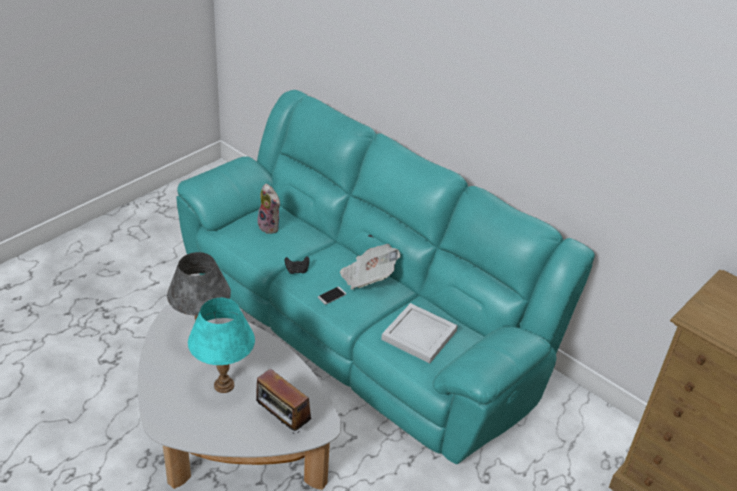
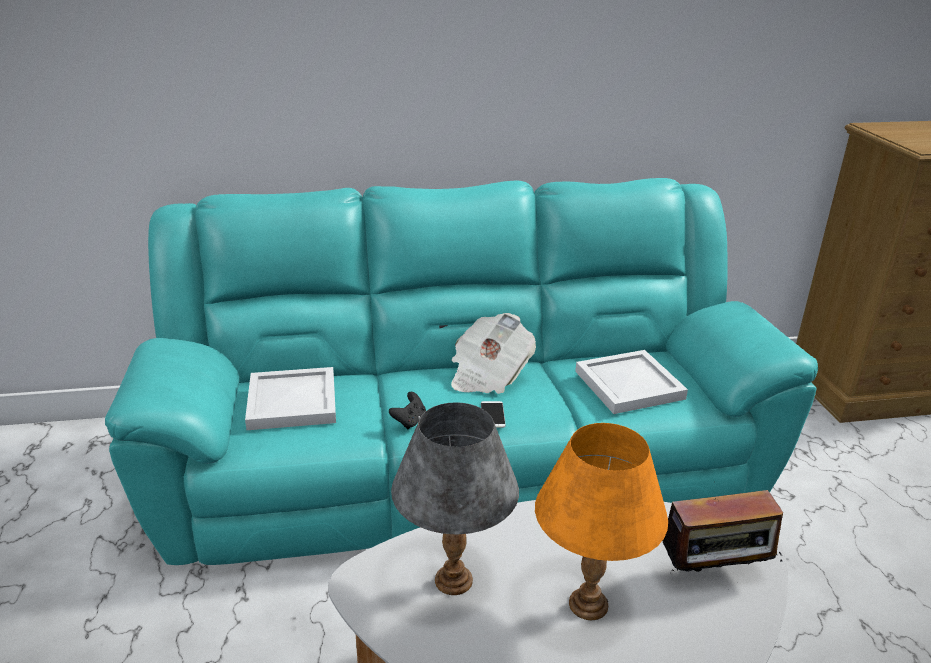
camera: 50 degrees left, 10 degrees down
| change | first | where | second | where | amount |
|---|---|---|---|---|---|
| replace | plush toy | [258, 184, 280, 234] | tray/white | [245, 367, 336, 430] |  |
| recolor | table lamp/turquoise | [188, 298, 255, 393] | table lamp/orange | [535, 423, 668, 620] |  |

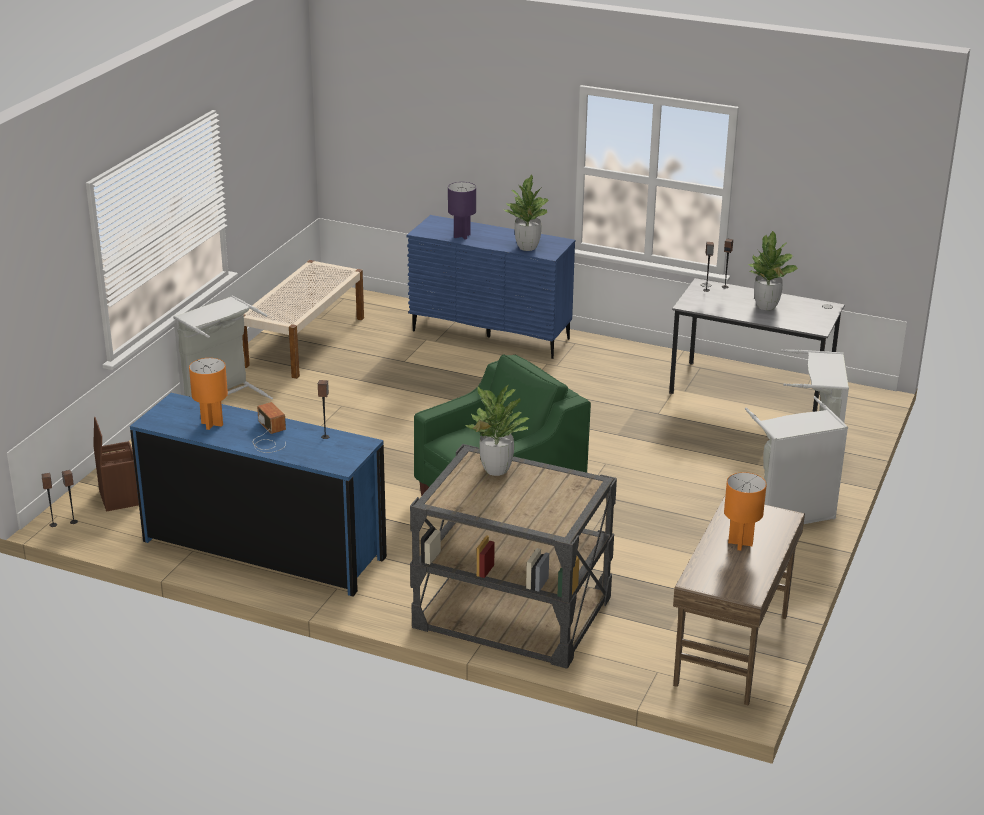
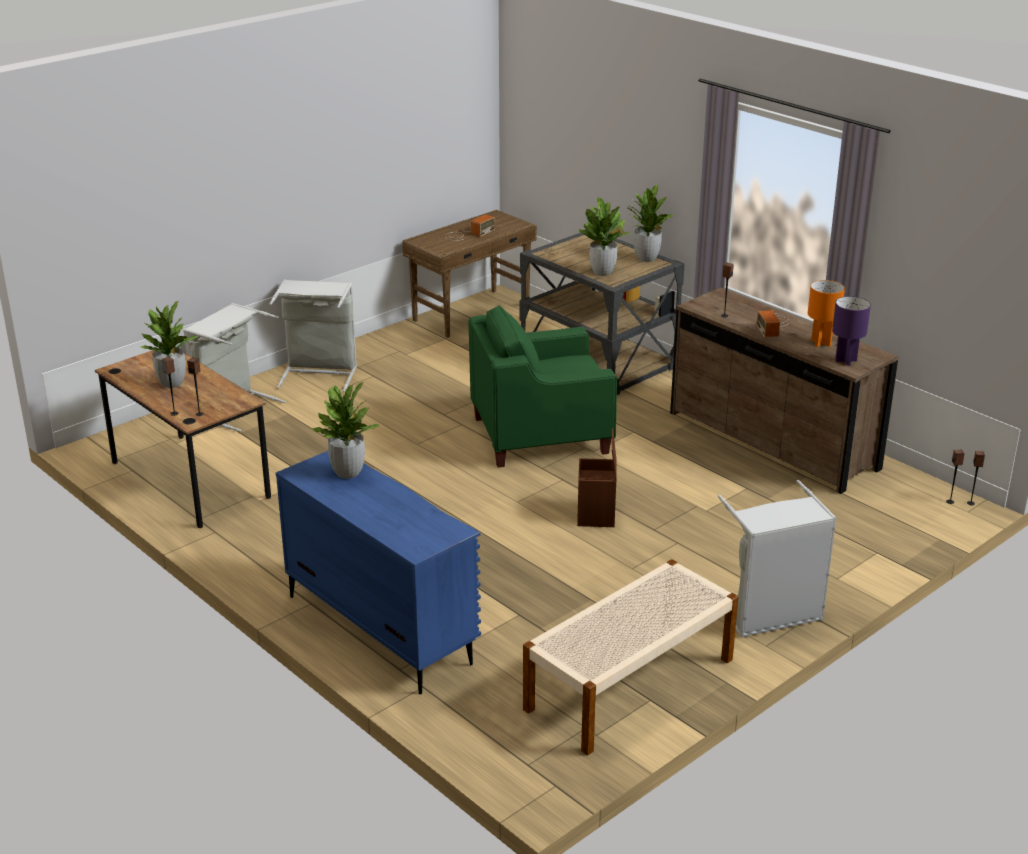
camera: 155 degrees left, 0 degrees up
| change | first | where | second | where | amount |
|---|---|---|---|---|---|
| move | table lamp/purple | [448, 182, 476, 240] |  | [832, 296, 871, 366] |  |
| recolor | desk/grey | [669, 278, 845, 412] | desk/brown | [95, 348, 271, 528] |  |
| recolor | dresser/blue | [130, 393, 387, 596] | dresser/brown | [670, 287, 899, 494] |  |
| move | storage box/brown | [93, 417, 139, 512] |  | [577, 428, 617, 527] |  |
| replace | table lamp/orange | [724, 472, 767, 551] | radio | [445, 214, 495, 241] |  |
| insert |  |  | potted plant | [627, 184, 673, 262] |  |

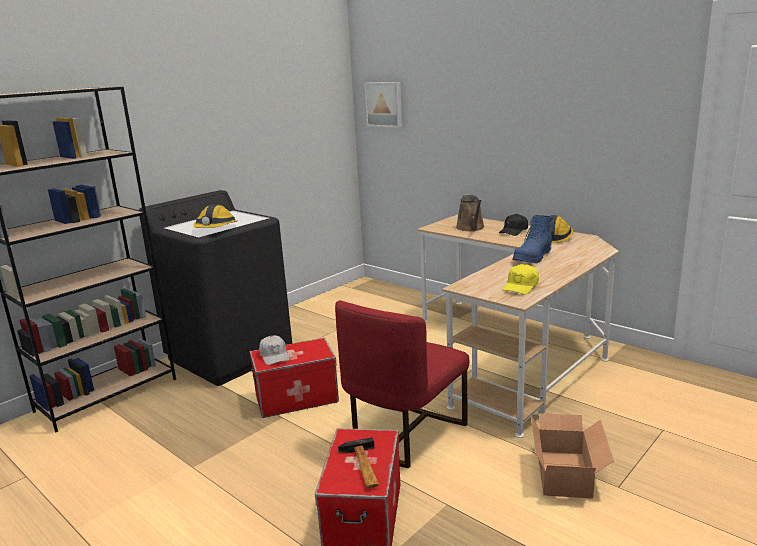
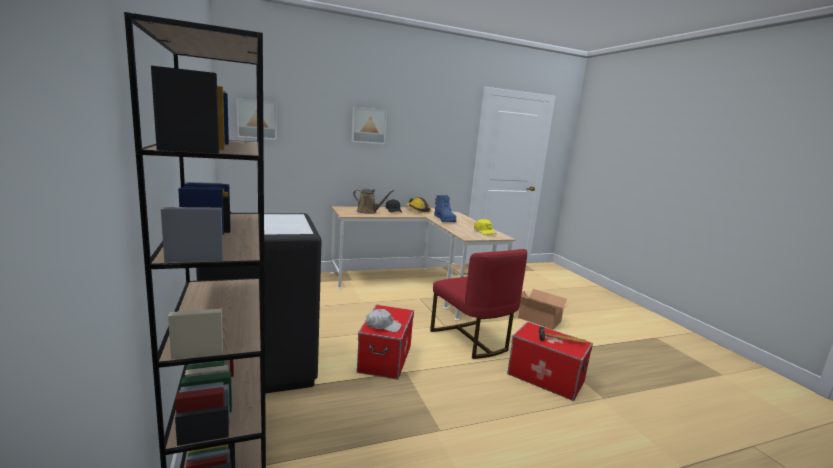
camera: 65 degrees left, 5 degrees down
| change | first | where | second | where | amount |
|---|---|---|---|---|---|
| delete | hard hat | [194, 204, 237, 228] |  |  |  |
| insert |  |  | picture | [351, 107, 387, 144] |  |

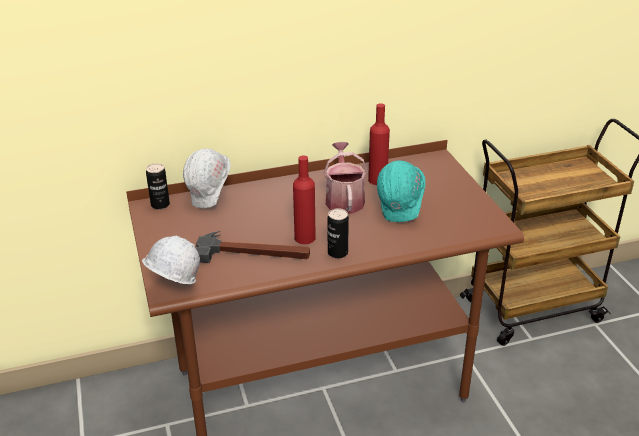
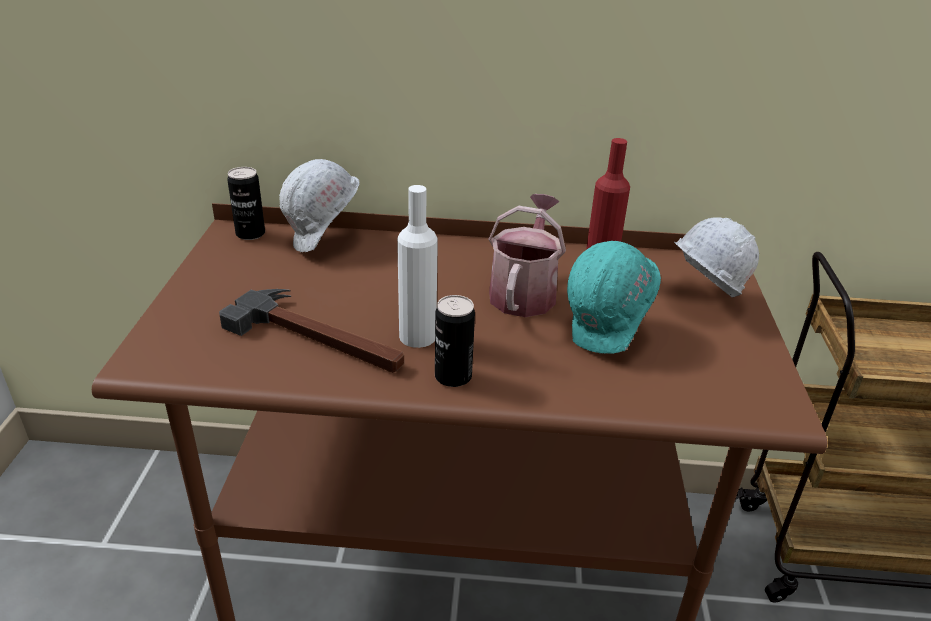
camera: 20 degrees right, 0 degrees up
| change | first | where | second | where | amount |
|---|---|---|---|---|---|
| recolor | bottle/red | [293, 156, 316, 244] | bottle/white | [397, 185, 438, 348] |  |
| move | hard hat/white | [142, 236, 200, 284] |  | [674, 217, 759, 297] |  |

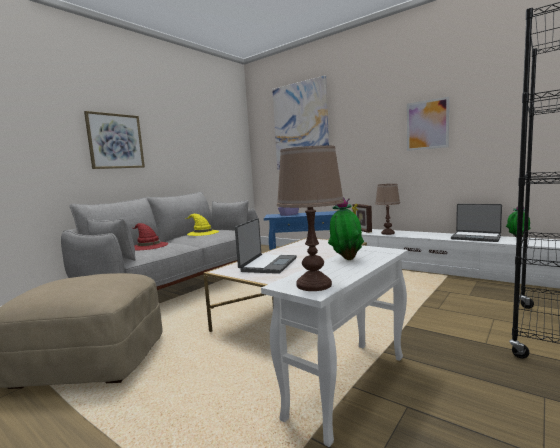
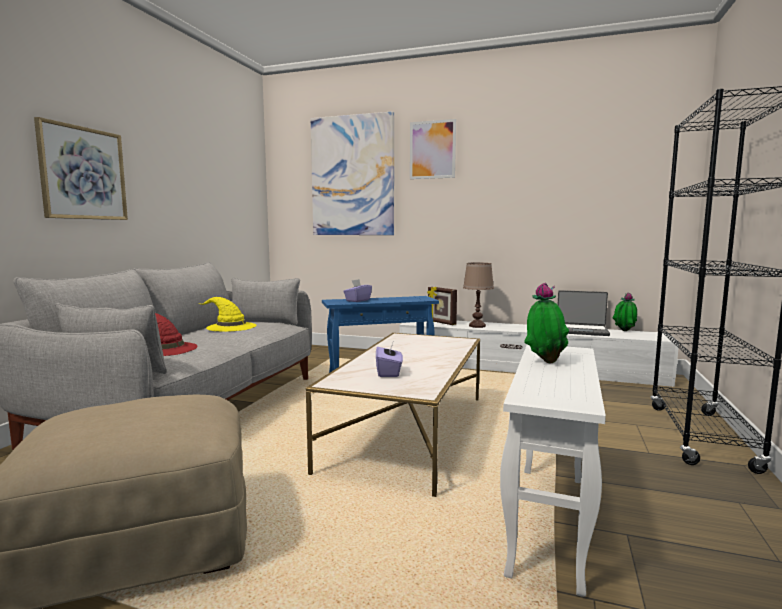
camera: 20 degrees left, 0 degrees up
| change | first | where | second | where | amount |
|---|---|---|---|---|---|
| move | picture | [407, 97, 449, 151] |  | [410, 119, 456, 179] |  |
| delete | table lamp/brown | [277, 145, 344, 291] |  |  |  |
| replace | laptop | [235, 218, 297, 274] | tissue box/purple | [376, 343, 403, 377] |  |

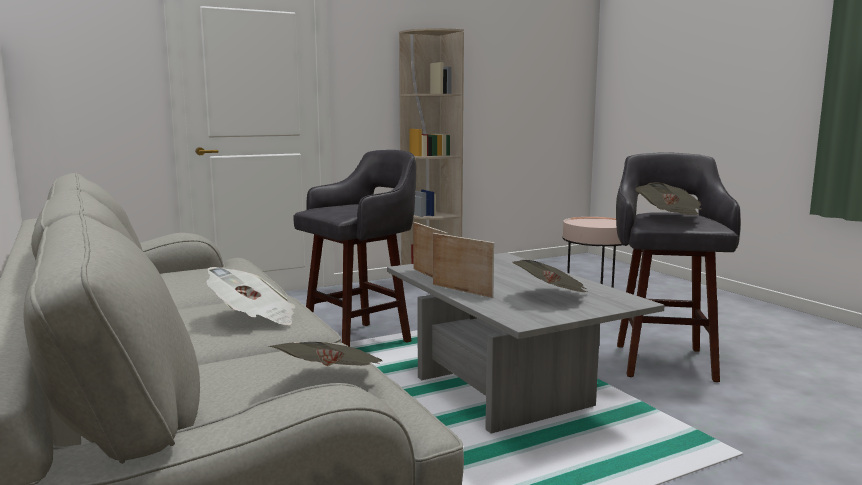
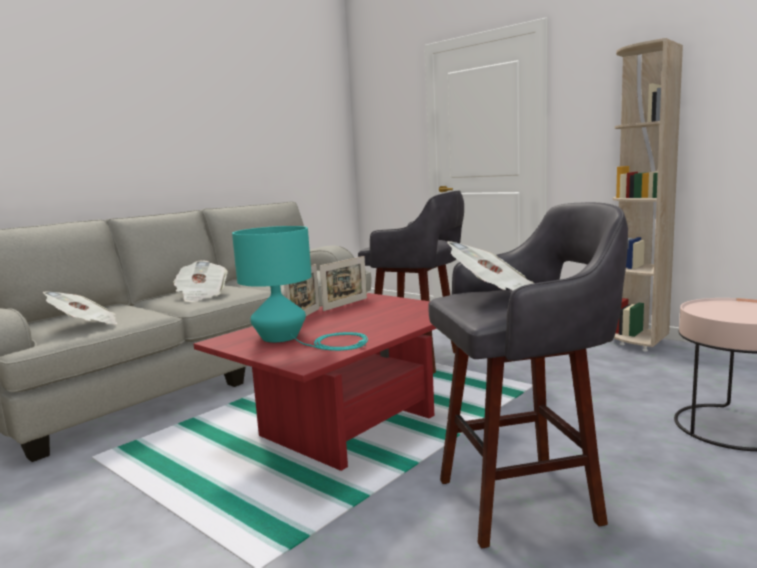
camera: 70 degrees right, 0 degrees up
| change | first | where | second | where | amount |
|---|---|---|---|---|---|
| recolor | coffee table/grey | [387, 253, 665, 434] | coffee table/red | [194, 293, 437, 471] |  |
| replace | newspaper | [512, 260, 587, 292] | table lamp/turquoise | [232, 226, 368, 351] |  |

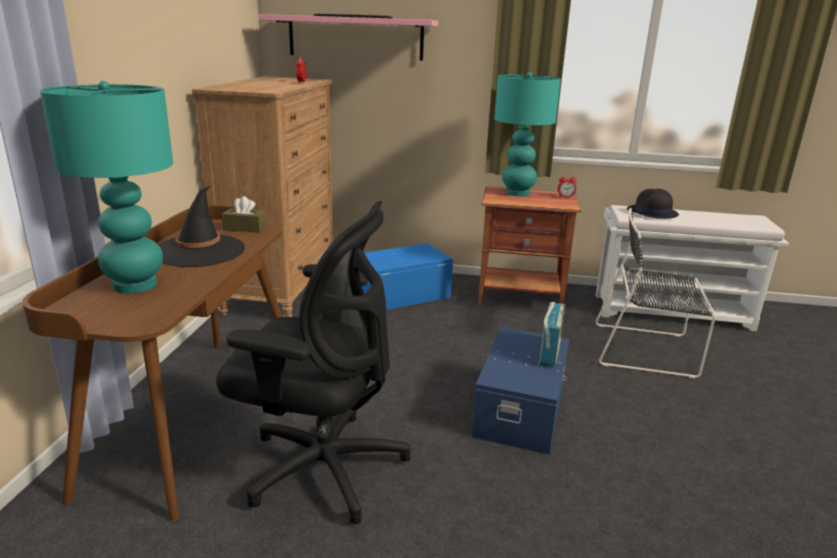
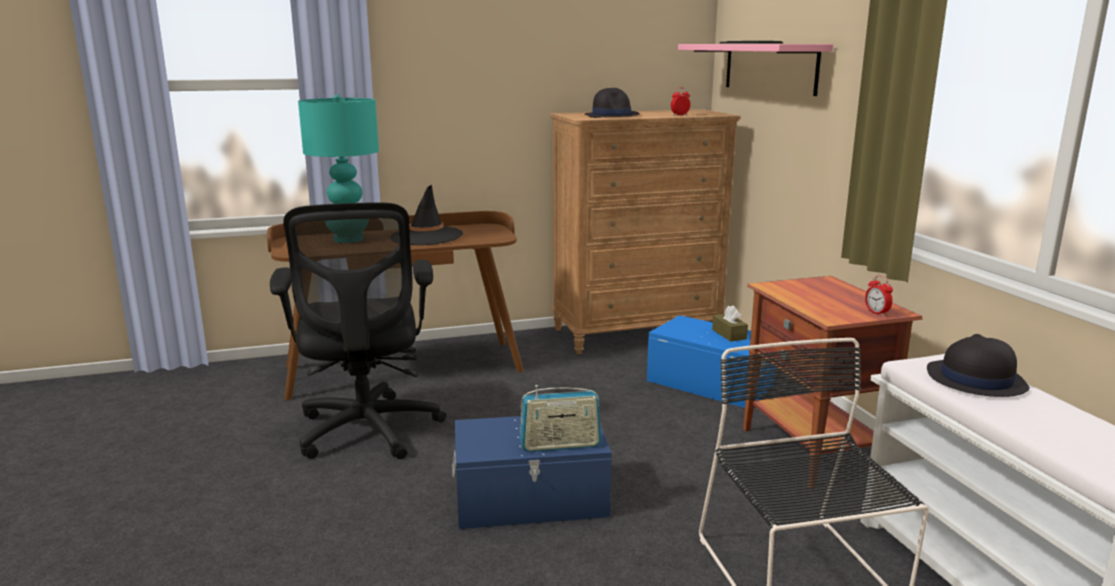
camera: 65 degrees right, 5 degrees down
| change | first | where | second | where | amount |
|---|---|---|---|---|---|
| delete | table lamp/turquoise | [494, 72, 561, 196] |  |  |  |
| move | tissue box/brown | [222, 196, 267, 233] |  | [712, 305, 748, 342] |  |
| insert |  |  | hat/black | [585, 88, 640, 118] |  |

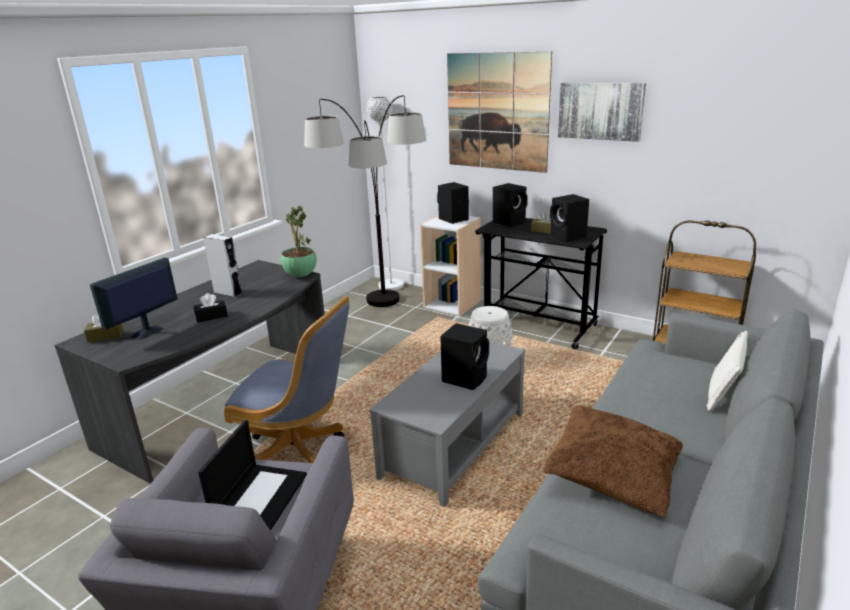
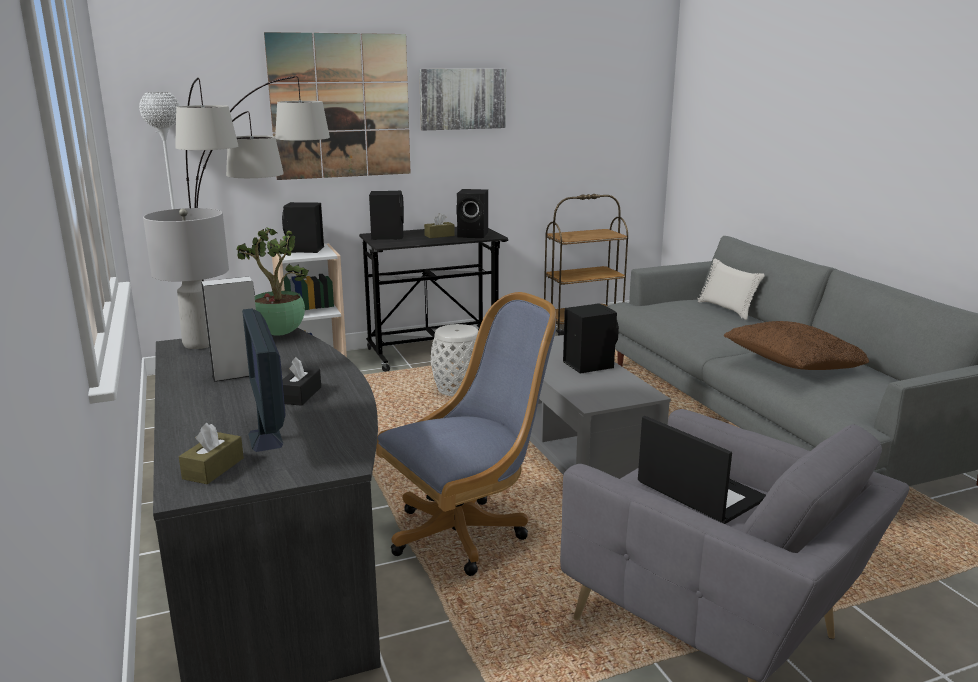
camera: 55 degrees left, 5 degrees down
| change | first | where | second | where | amount |
|---|---|---|---|---|---|
| insert |  |  | table lamp/grey | [143, 208, 229, 349] |  |

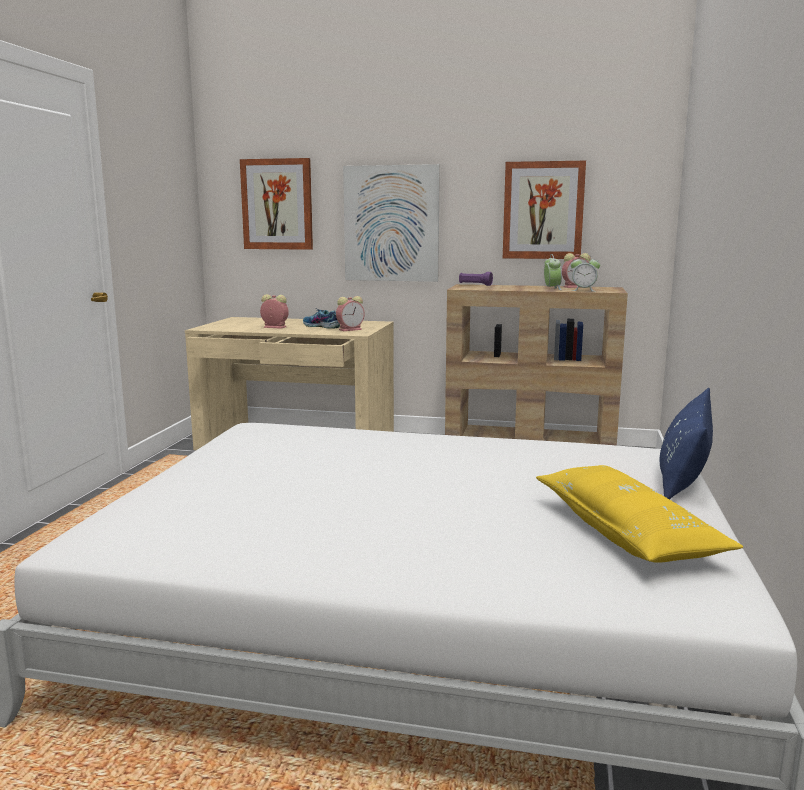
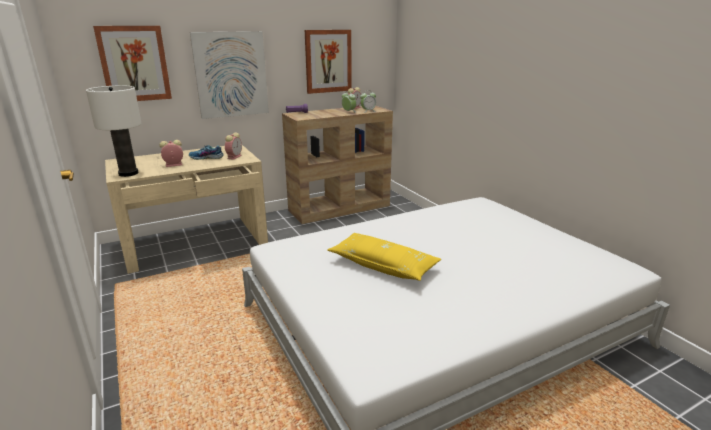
camera: 40 degrees left, 10 degrees up
| change | first | where | second | where | amount |
|---|---|---|---|---|---|
| delete | pillow/blue | [660, 388, 713, 500] |  |  |  |
| move | pillow/yellow | [536, 465, 743, 563] |  | [327, 233, 441, 281] |  |
| insert |  |  | table lamp/white | [86, 86, 142, 177] |  |

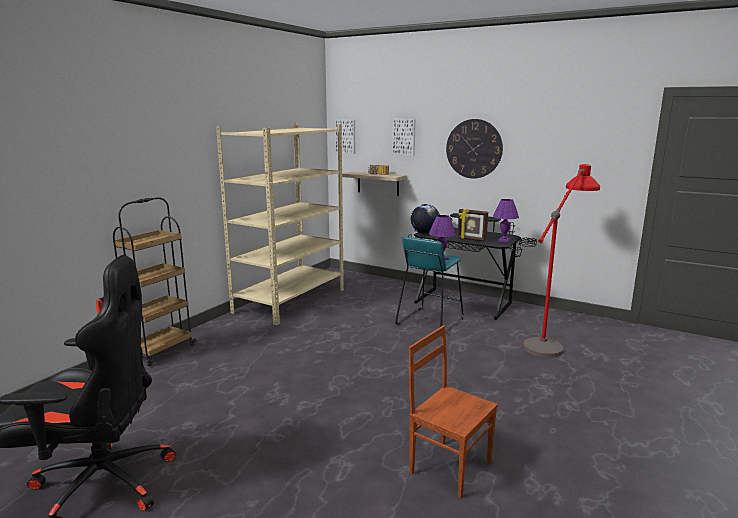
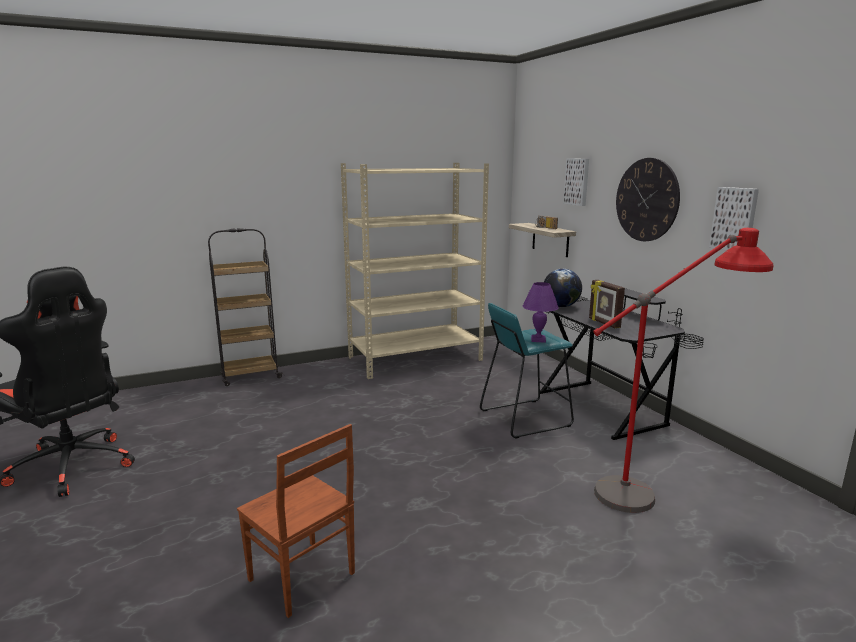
camera: 35 degrees right, 0 degrees up
| change | first | where | second | where | amount |
|---|---|---|---|---|---|
| move | picture | [335, 120, 355, 154] |  | [709, 187, 759, 251] |  |
| delete | table lamp/purple | [493, 199, 519, 243] |  |  |  |
| rotate | chair/brown | [409, 325, 498, 498] |  | [237, 424, 355, 618] | 150 degrees clockwise |

